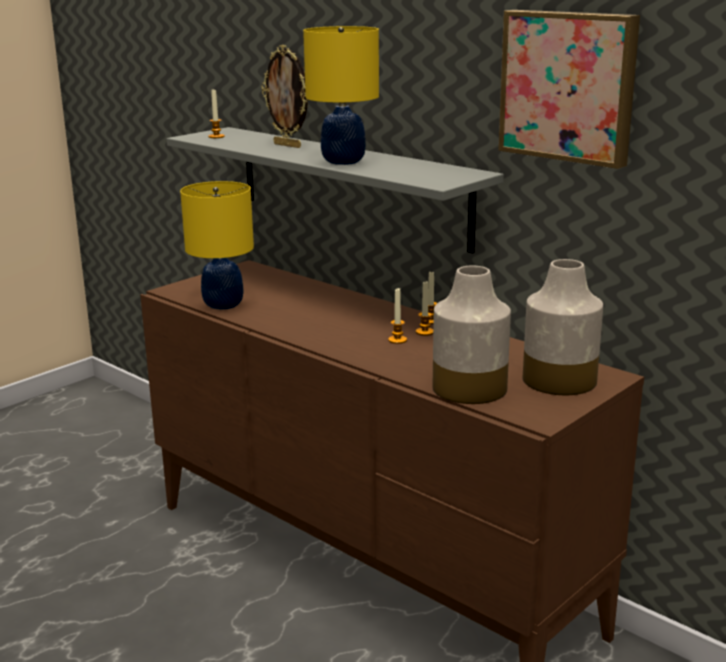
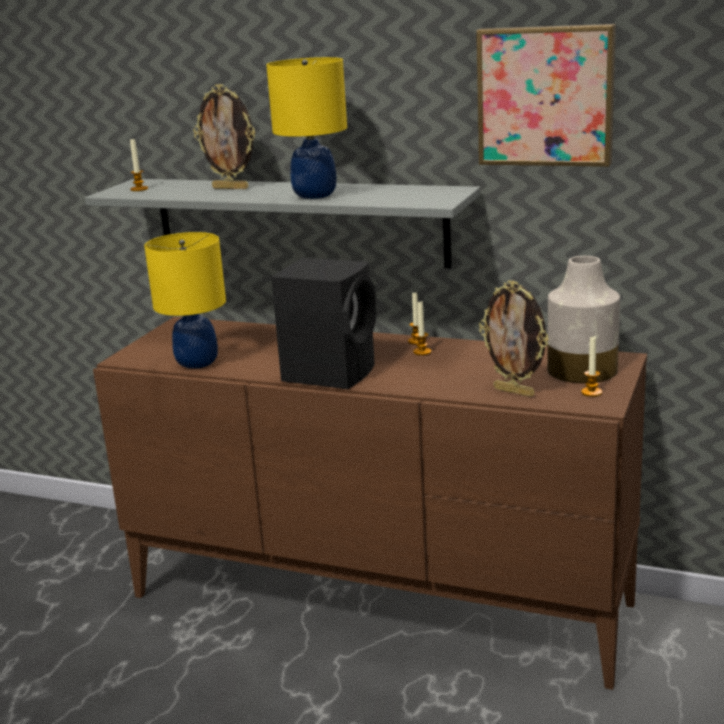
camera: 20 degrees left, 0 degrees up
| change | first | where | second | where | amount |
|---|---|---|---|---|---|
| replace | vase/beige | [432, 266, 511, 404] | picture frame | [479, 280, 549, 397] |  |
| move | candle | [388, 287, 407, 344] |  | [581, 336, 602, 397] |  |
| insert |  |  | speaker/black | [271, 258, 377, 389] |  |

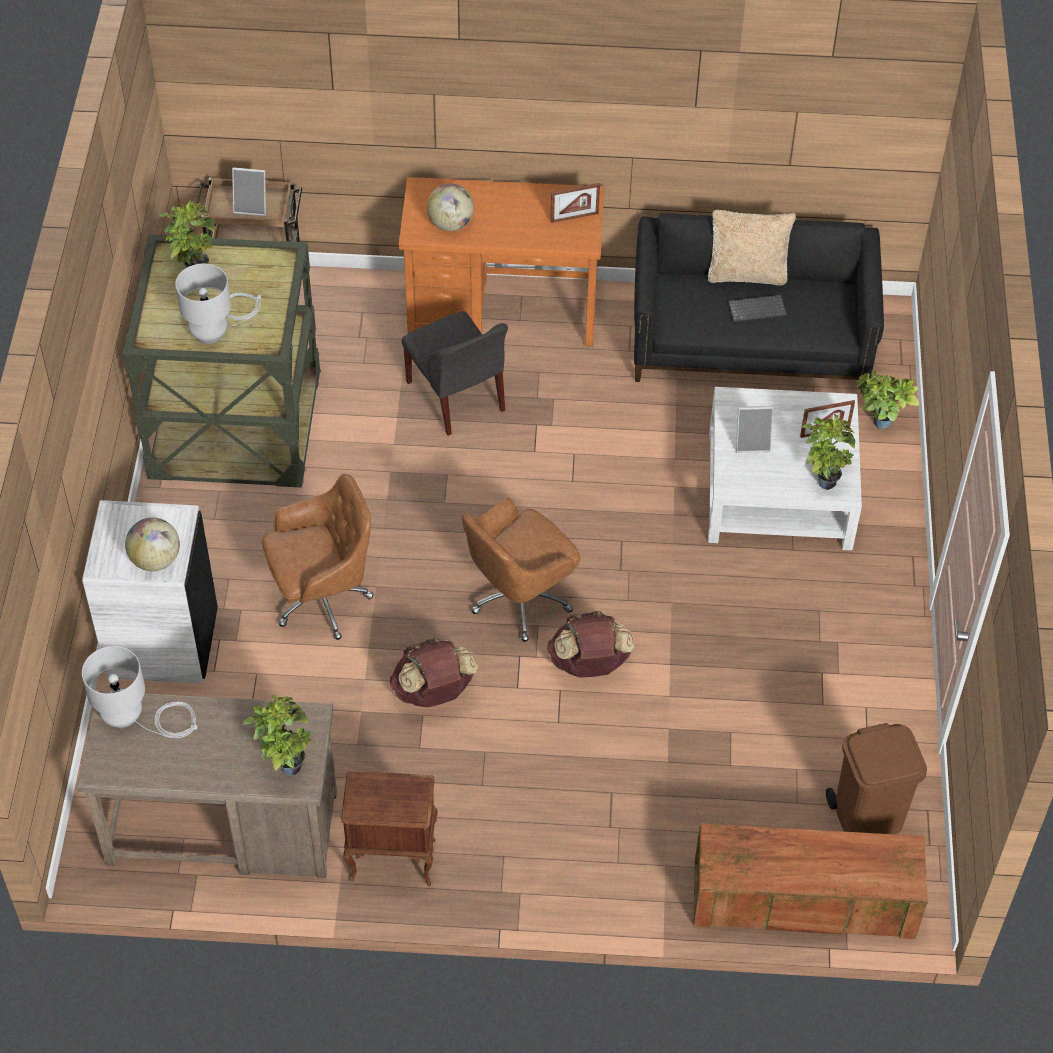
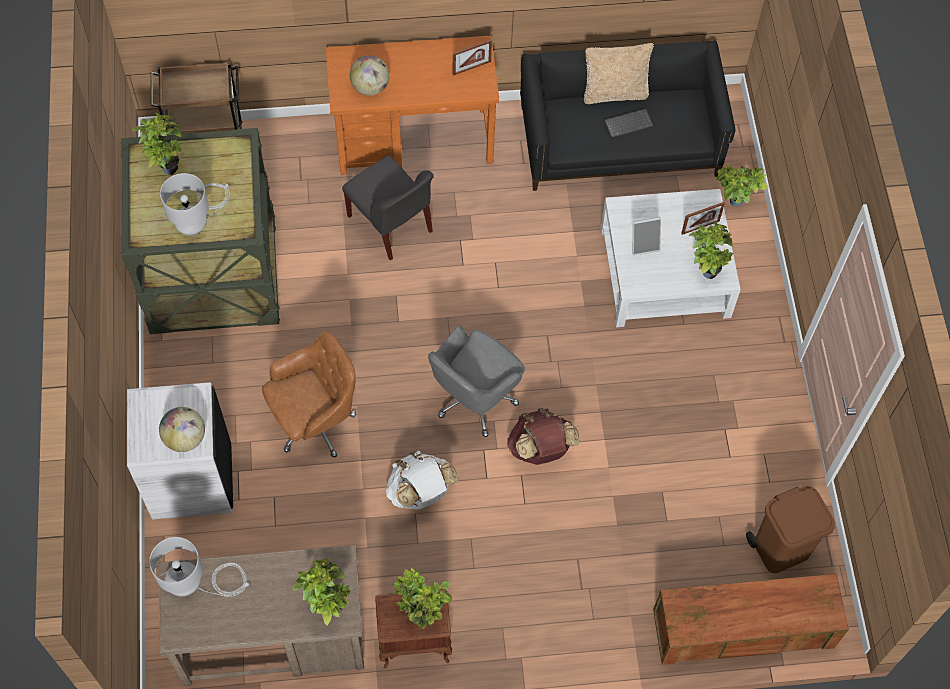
camera: 10 degrees left, 10 degrees up
| change | first | where | second | where | amount |
|---|---|---|---|---|---|
| delete | picture frame | [232, 167, 266, 216] |  |  |  |
| recolor | office chair/brown | [462, 497, 581, 642] | office chair/grey | [428, 326, 525, 437] |  |
| recolor | backpack/brown | [390, 638, 478, 707] | backpack/white | [386, 451, 458, 509] |  |
| insert |  |  | potted plant | [393, 568, 452, 629] |  |

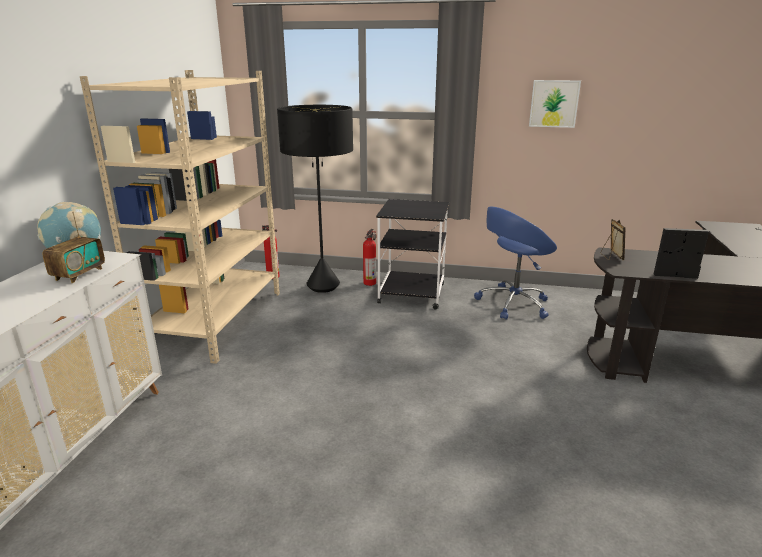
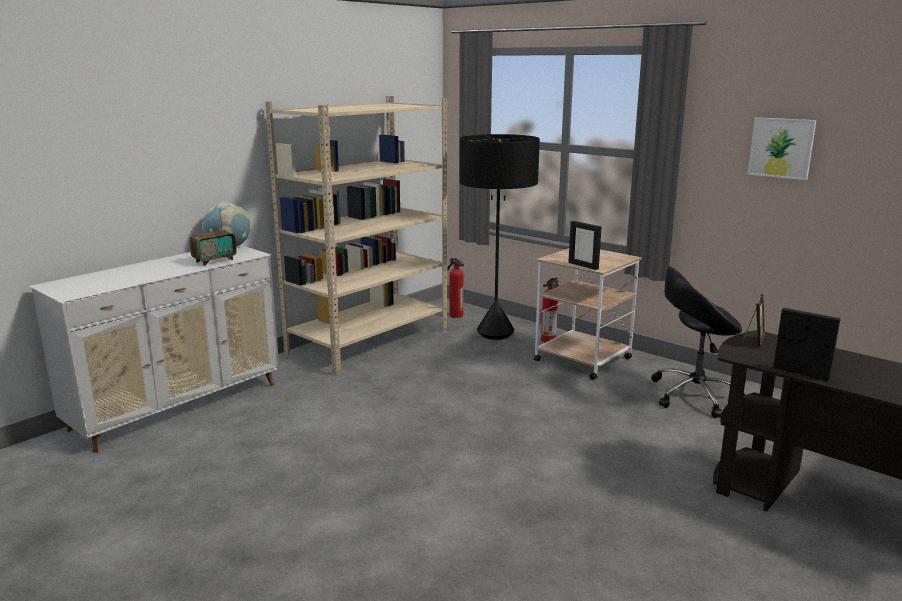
camera: 30 degrees right, 5 degrees down
| change | first | where | second | where | amount |
|---|---|---|---|---|---|
| recolor | cart/black | [376, 199, 449, 310] | cart/beige | [534, 248, 642, 380] |  |
| recolor | office chair/blue | [474, 207, 557, 320] | office chair/black | [651, 266, 745, 418] |  |
| insert |  |  | picture frame | [568, 221, 602, 270] |  |

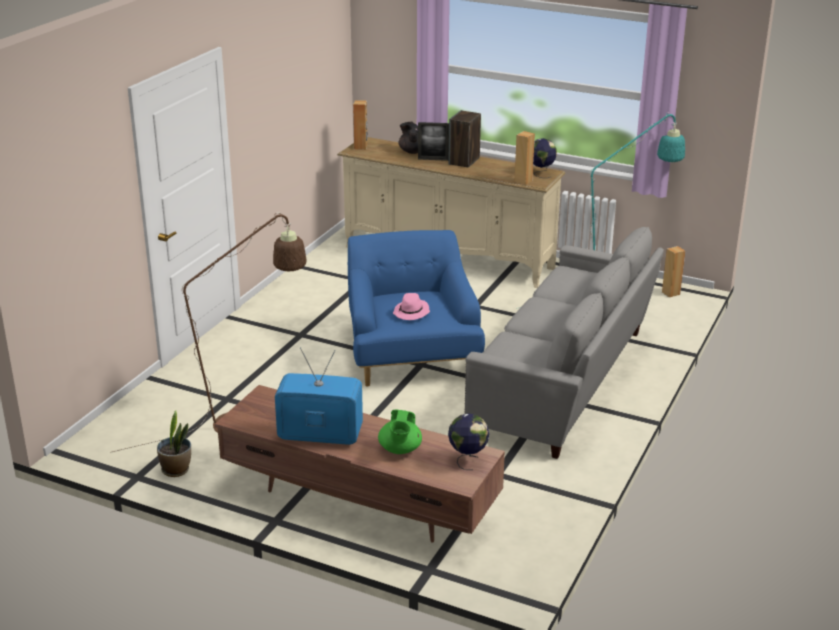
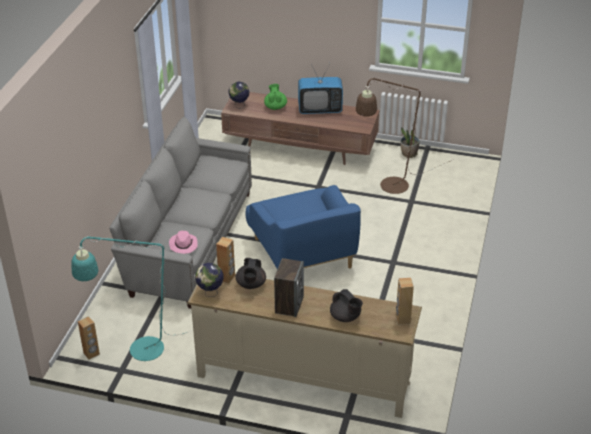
camera: 170 degrees right, 10 degrees up
| change | first | where | second | where | amount |
|---|---|---|---|---|---|
| delete | picture frame | [418, 122, 449, 161] |  |  |  |
| move | hat/pink | [393, 293, 430, 320] |  | [169, 231, 198, 254] |  |
| insert |  |  | teapot/black | [235, 258, 266, 289] |  |

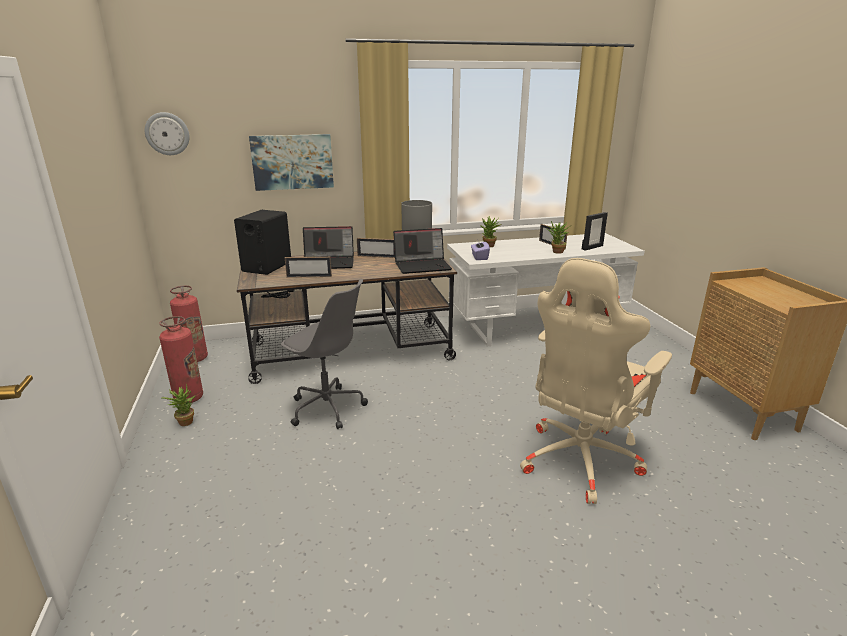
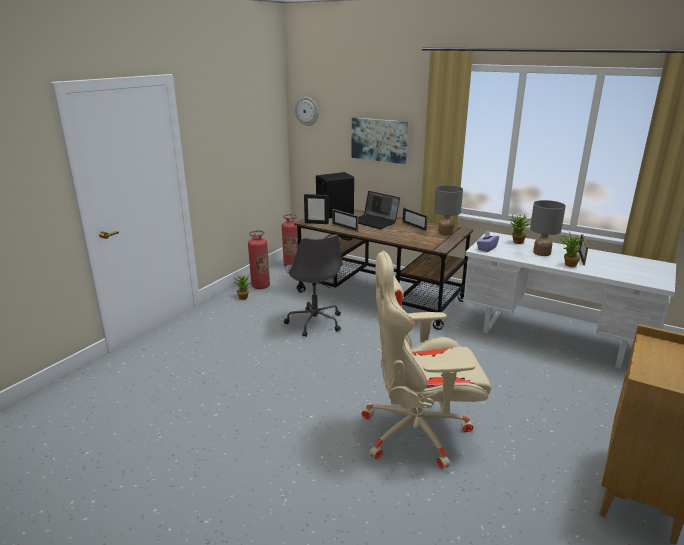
camera: 45 degrees right, 0 degrees up
| change | first | where | second | where | amount |
|---|---|---|---|---|---|
| move | picture frame | [582, 212, 608, 251] |  | [304, 194, 329, 224] |  |
| delete | laptop | [393, 228, 452, 274] |  |  |  |
| insert |  |  | table lamp/grey | [530, 200, 566, 256] |  |

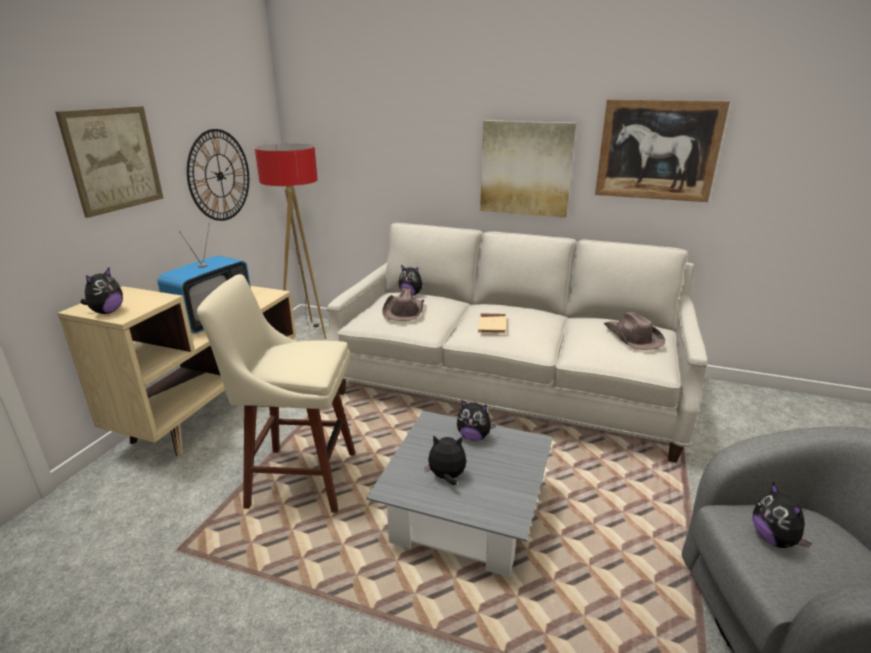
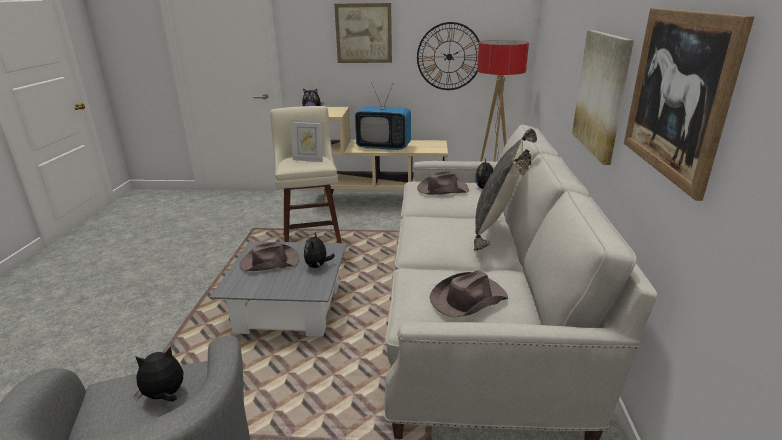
camera: 75 degrees right, 0 degrees up
| change | first | where | second | where | amount |
|---|---|---|---|---|---|
| delete | book/beige | [478, 313, 506, 334] |  |  |  |
| replace | plush toy | [424, 435, 467, 485] | hat/brown | [240, 242, 299, 271] |  |
| insert |  |  | picture frame | [291, 120, 323, 162] |  |
| insert |  |  | pillow | [474, 129, 538, 251] |  |

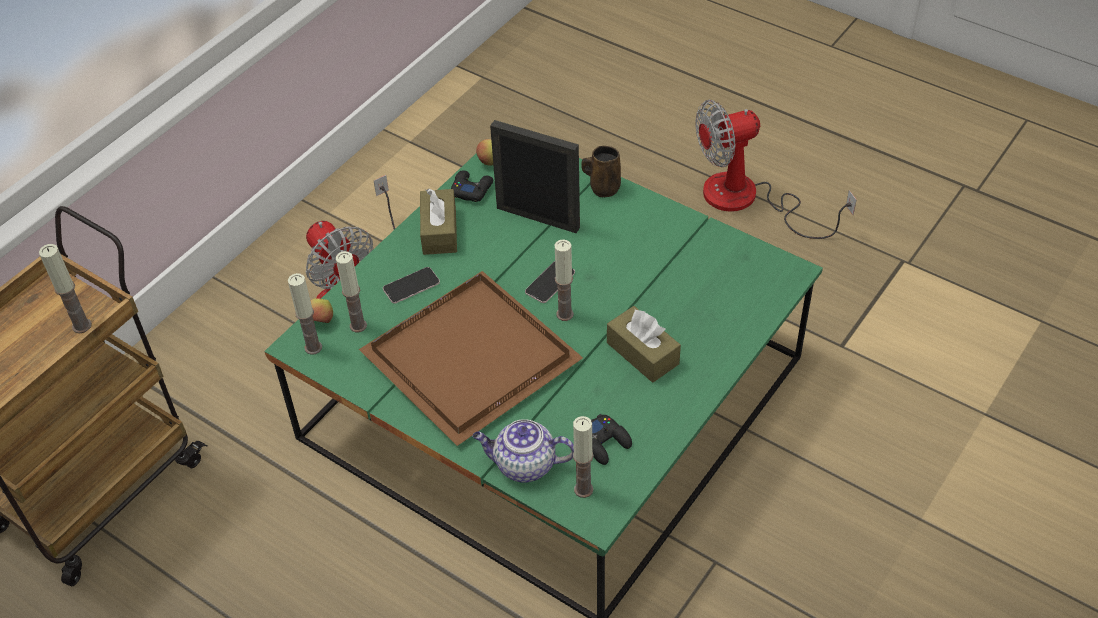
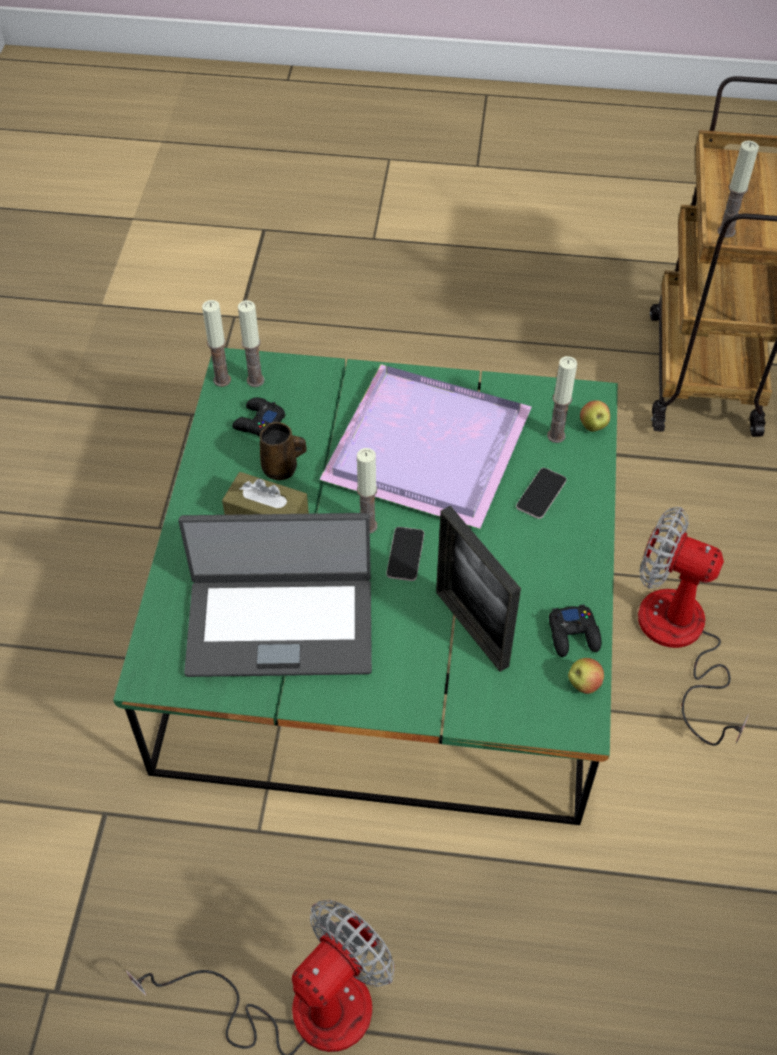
camera: 150 degrees right, 5 degrees up
| change | first | where | second | where | amount |
|---|---|---|---|---|---|
| rotate | picture frame | [490, 120, 580, 233] |  | [436, 506, 521, 672] | 60 degrees clockwise |
| move | mug/brown | [581, 146, 621, 197] |  | [260, 422, 307, 480] |  |
| delete | tissue box/brown | [420, 189, 457, 255] |  |  |  |
| recolor | tray/brown | [359, 271, 583, 446] | tray/purple | [319, 364, 532, 529] |  |
| move | candle | [288, 273, 322, 355] |  | [202, 300, 231, 387] |  |
| delete | teapot | [473, 419, 574, 482] |  |  |  |
| insert |  |  | laptop | [179, 513, 372, 677] |  |

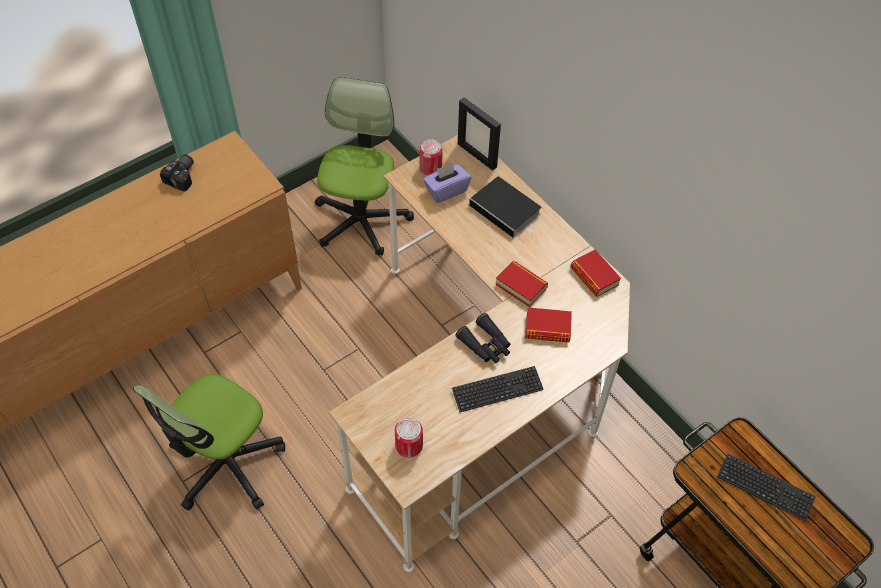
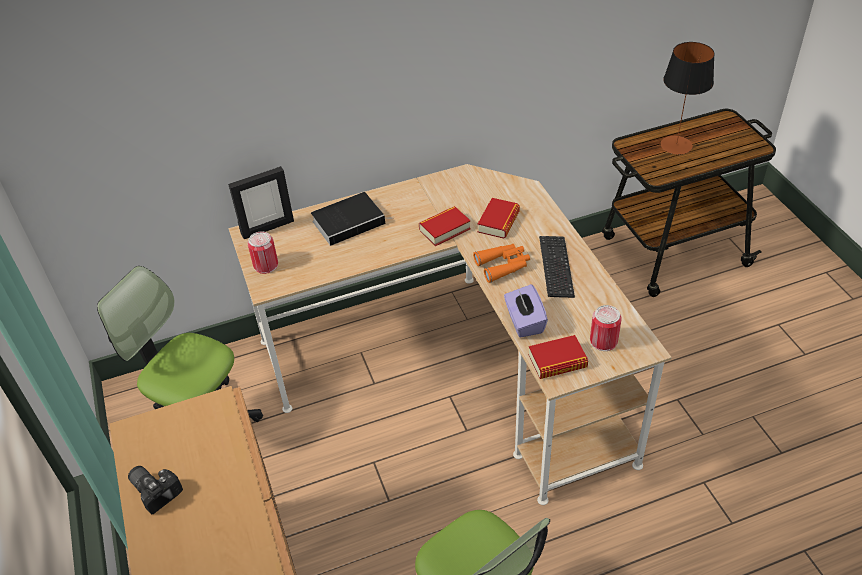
camera: 70 degrees left, 10 degrees down
| change | first | where | second | where | amount |
|---|---|---|---|---|---|
| move | tissue box/purple | [423, 163, 471, 203] |  | [504, 284, 548, 338] |  |
| move | book | [571, 250, 621, 297] |  | [528, 335, 588, 379] |  |
| recolor | binoculars/black | [456, 313, 510, 363] | binoculars/orange | [473, 244, 530, 283] |  |
| replace | keyboard | [717, 454, 816, 521] | table lamp | [661, 42, 715, 155] |  |

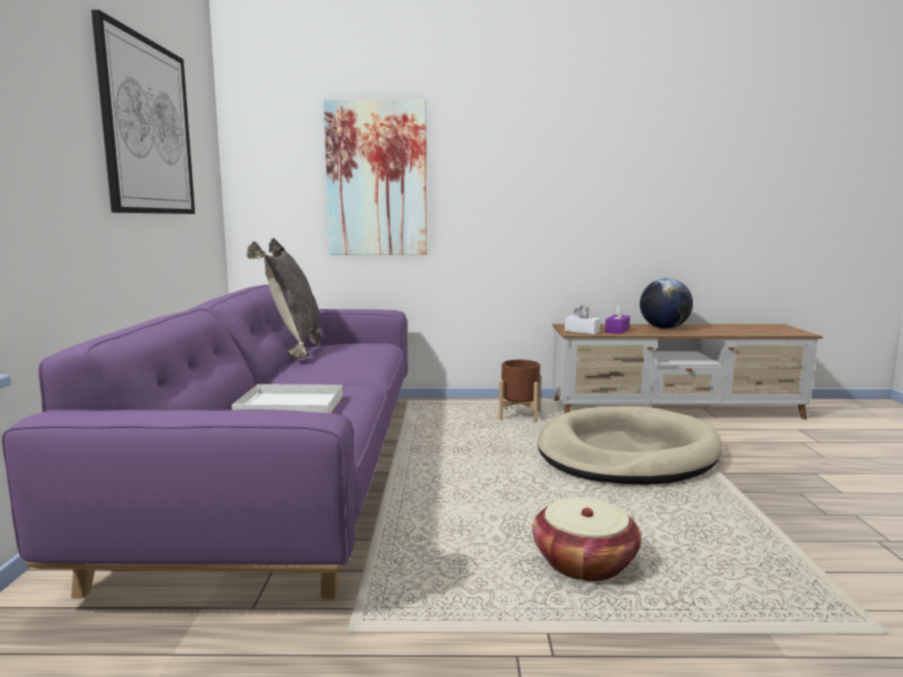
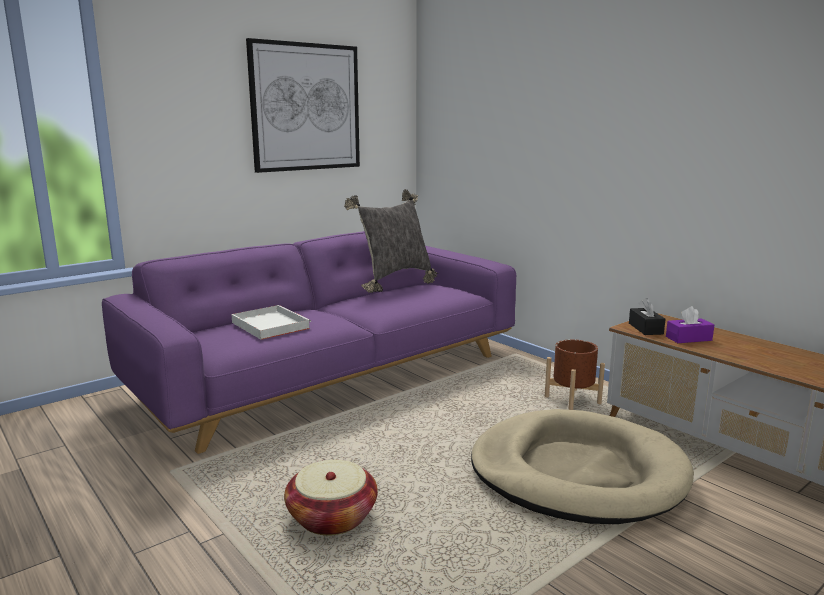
camera: 50 degrees right, 5 degrees up
| change | first | where | second | where | amount |
|---|---|---|---|---|---|
| delete | picture | [324, 99, 427, 255] |  |  |  |
| delete | globe | [640, 278, 693, 329] |  |  |  |
| recolor | tissue box/white | [565, 305, 601, 334] | tissue box/black | [629, 298, 666, 335] |  |

